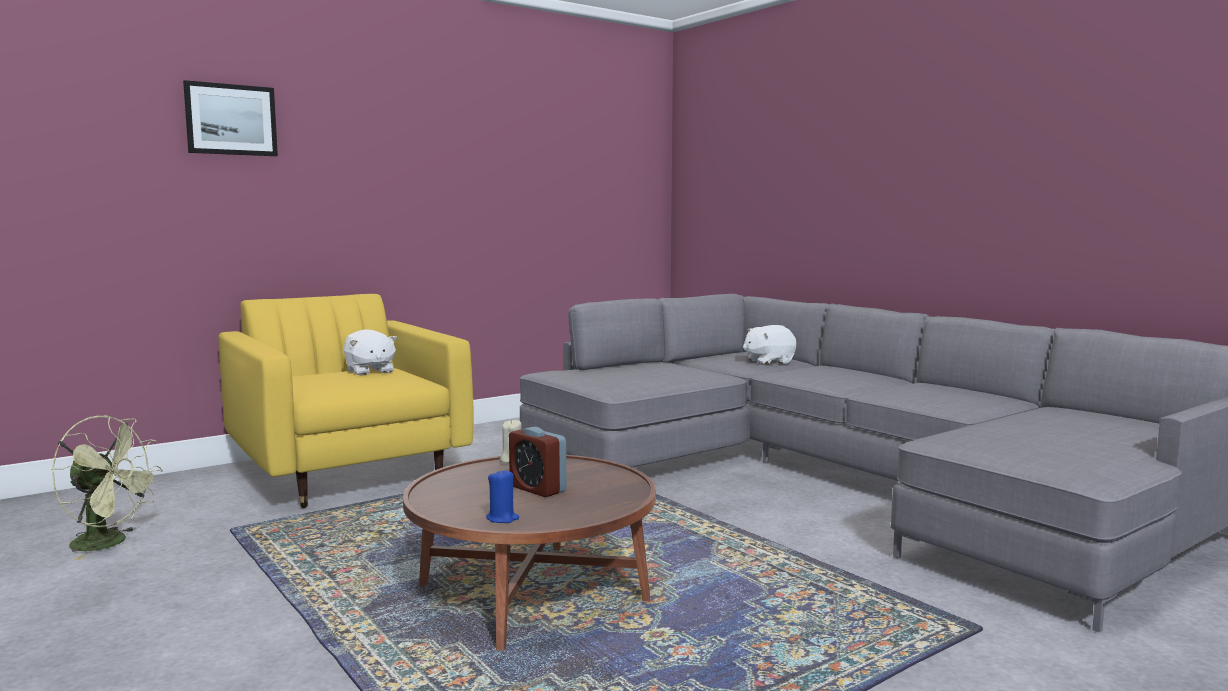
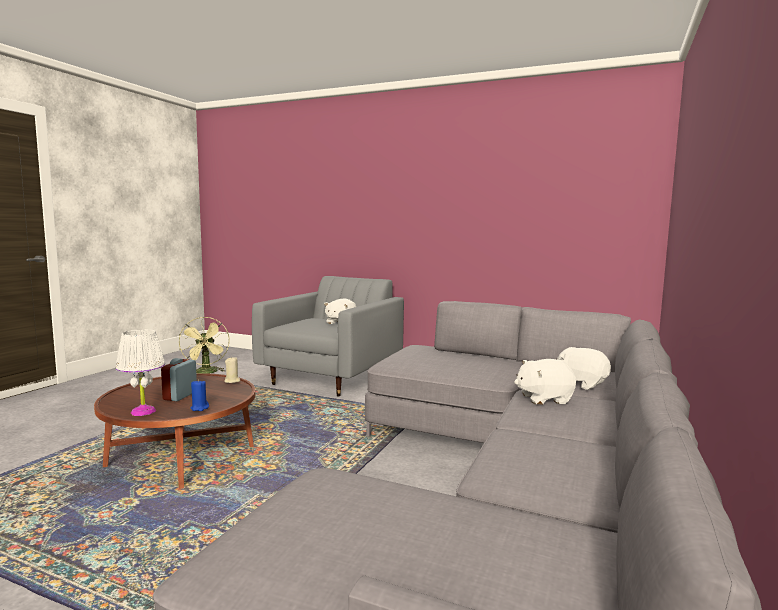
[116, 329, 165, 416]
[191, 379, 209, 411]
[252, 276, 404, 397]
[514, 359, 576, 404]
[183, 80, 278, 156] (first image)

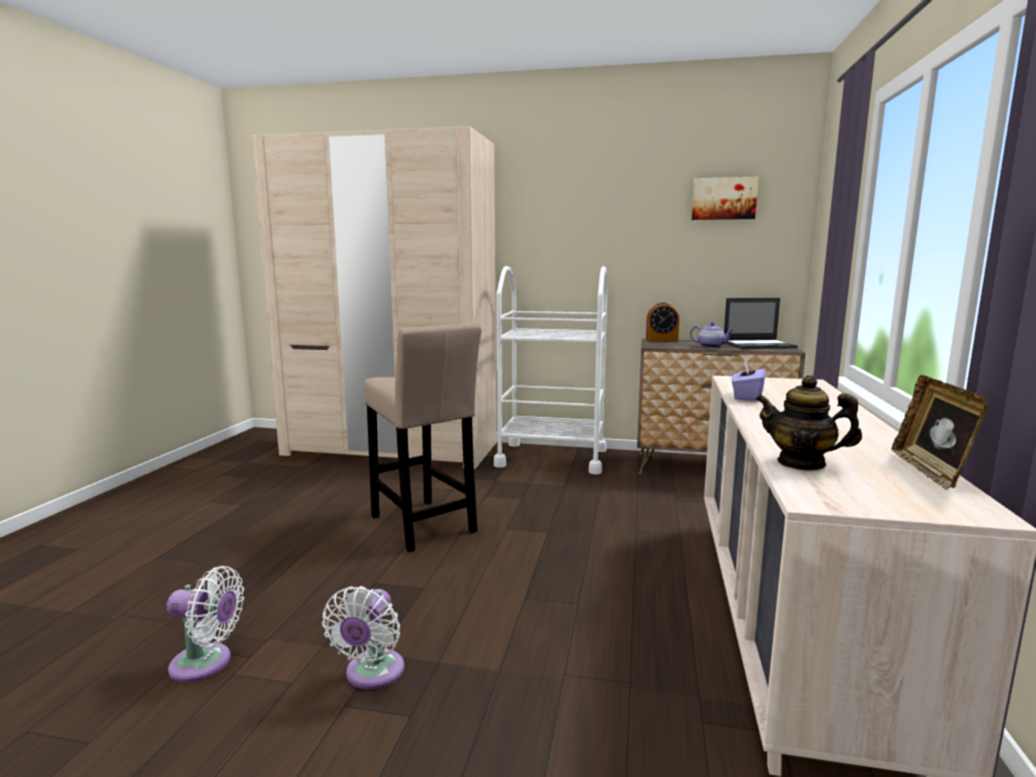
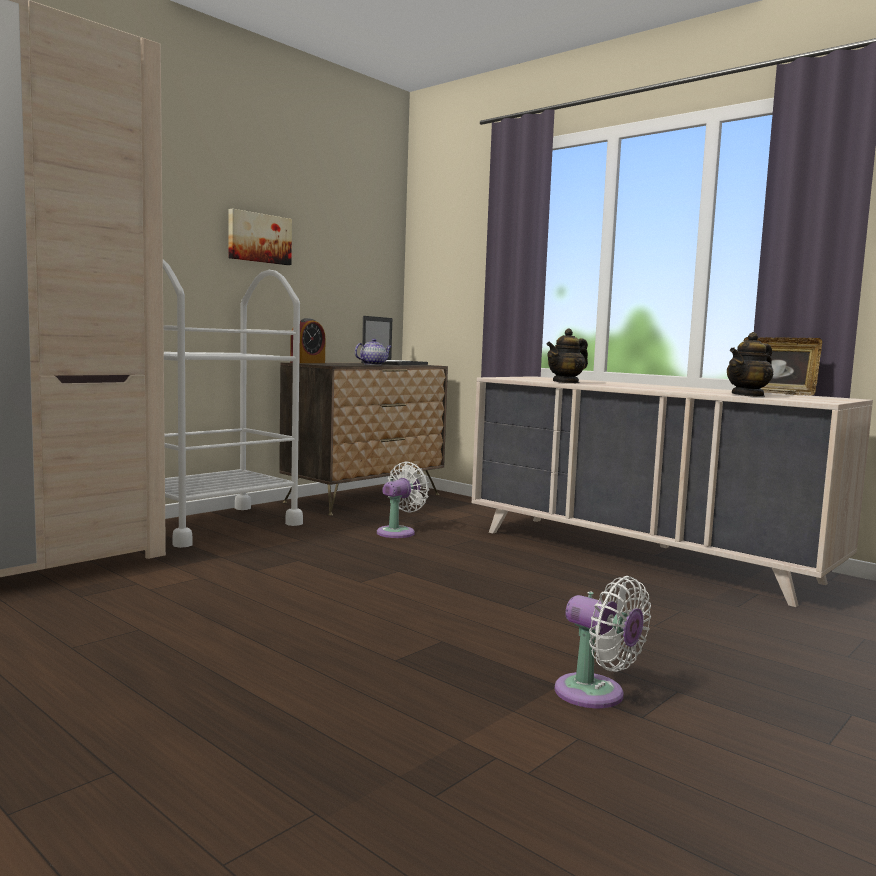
[228, 209, 292, 265]
[377, 462, 429, 538]
[547, 328, 588, 383]
[364, 322, 482, 552] (first image)

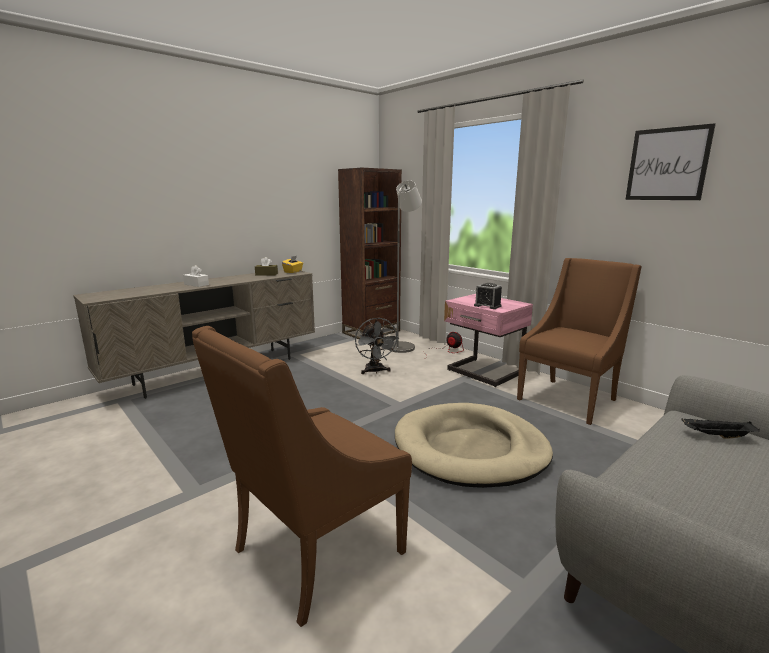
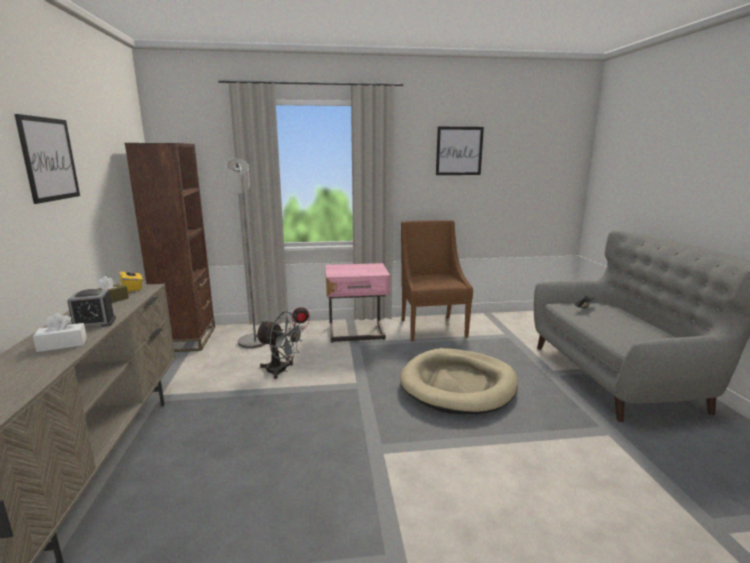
[14, 114, 80, 204]
[67, 289, 116, 327]
[192, 326, 412, 627] (first image)

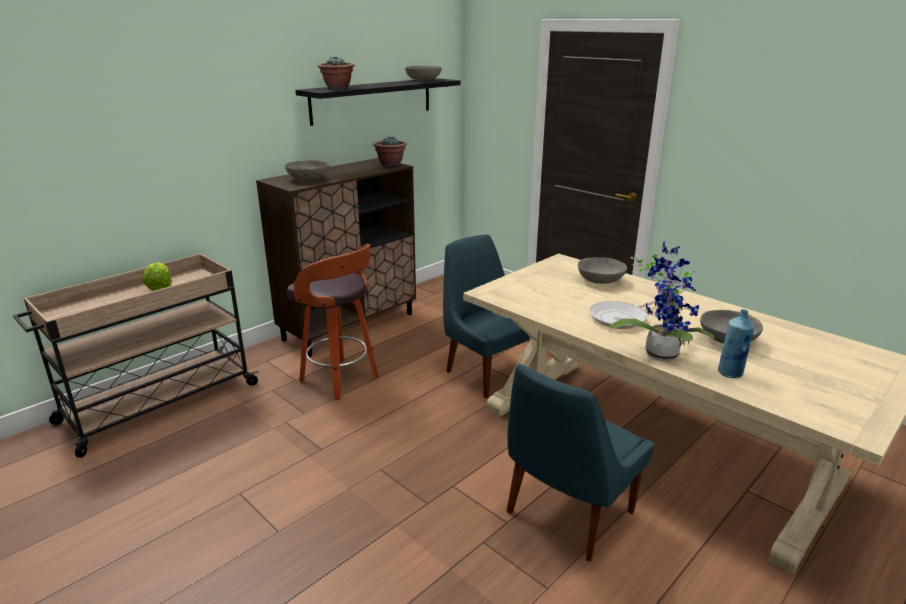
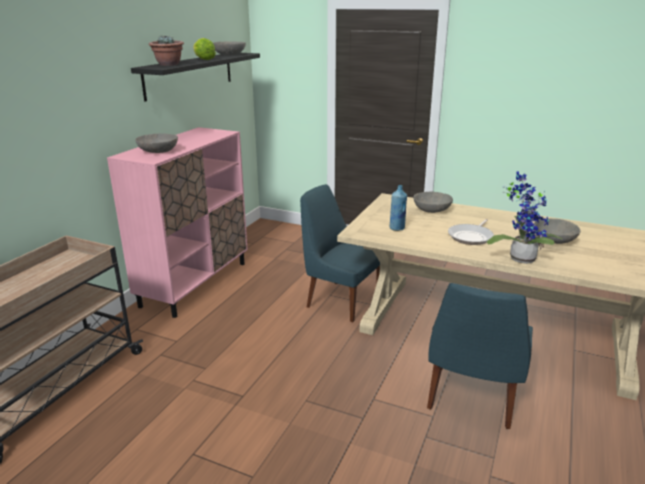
[107, 127, 248, 318]
[193, 38, 216, 60]
[390, 185, 407, 231]
[287, 244, 379, 400] (first image)
[373, 136, 407, 166] (first image)

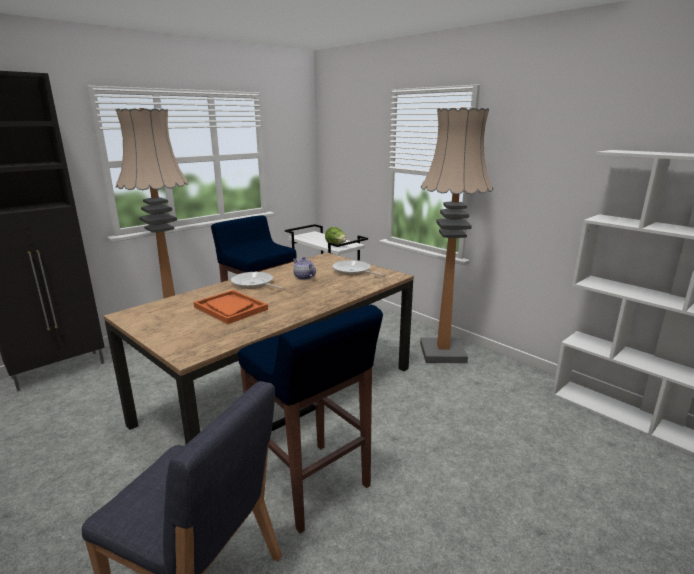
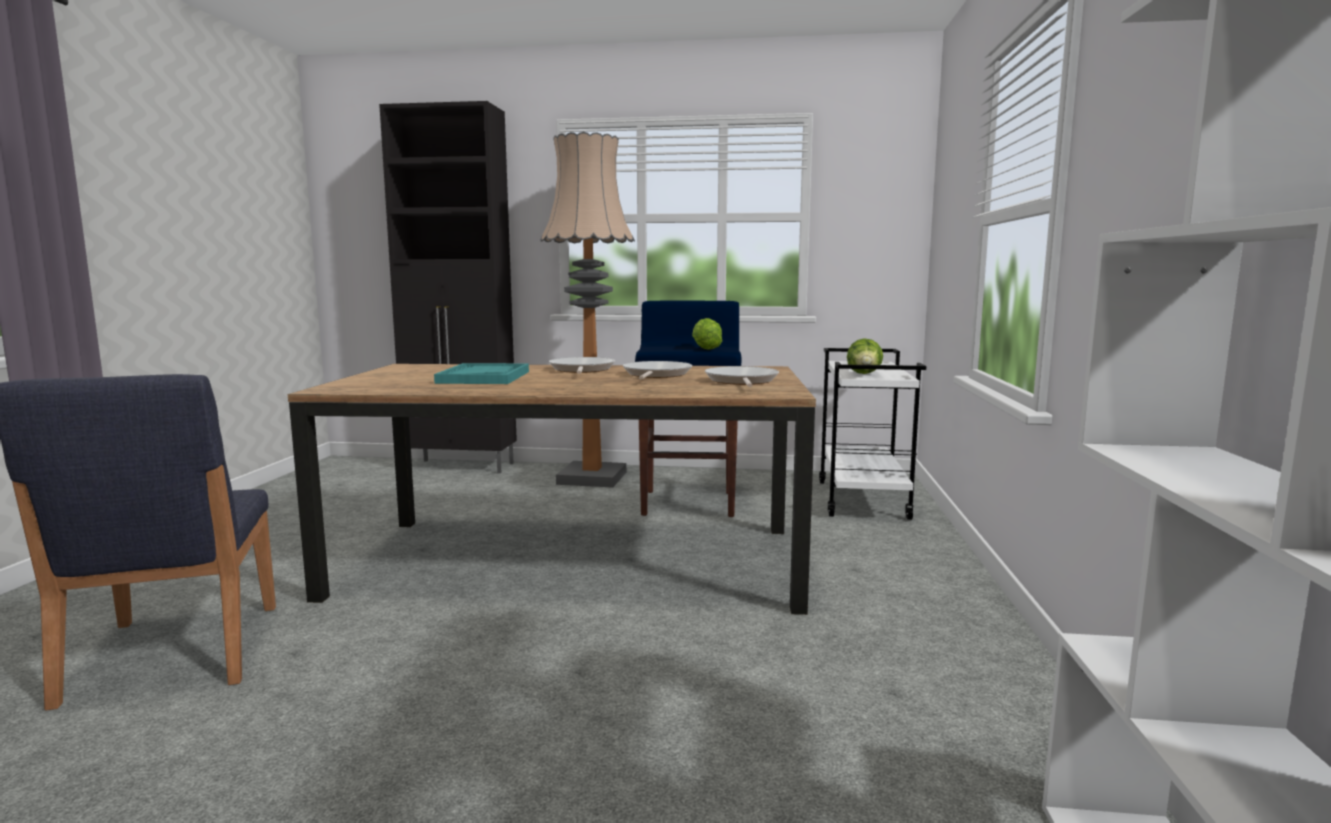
[434, 363, 529, 384]
[623, 361, 692, 379]
[692, 318, 722, 350]
[238, 304, 383, 533] (first image)
[420, 108, 493, 363] (first image)

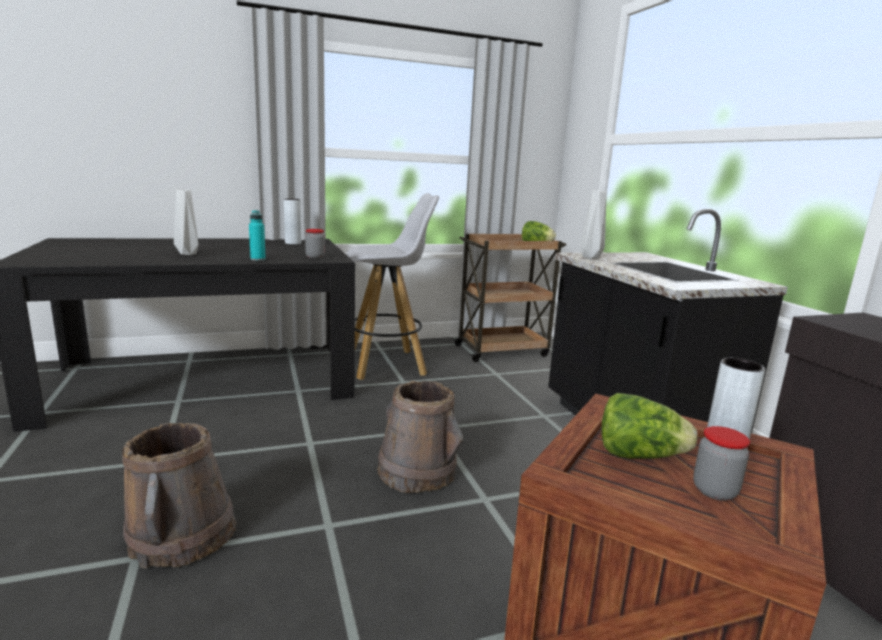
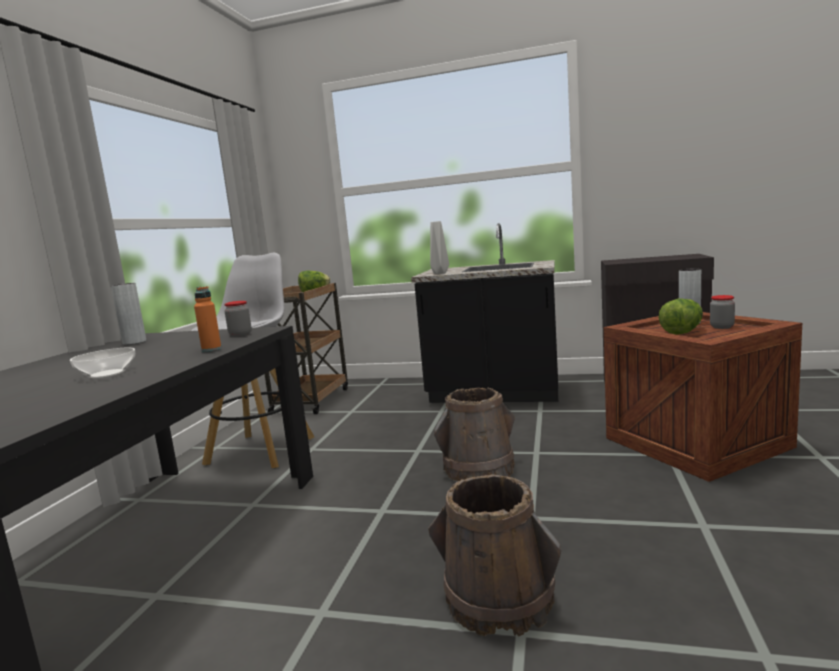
[70, 347, 135, 378]
[194, 286, 221, 352]

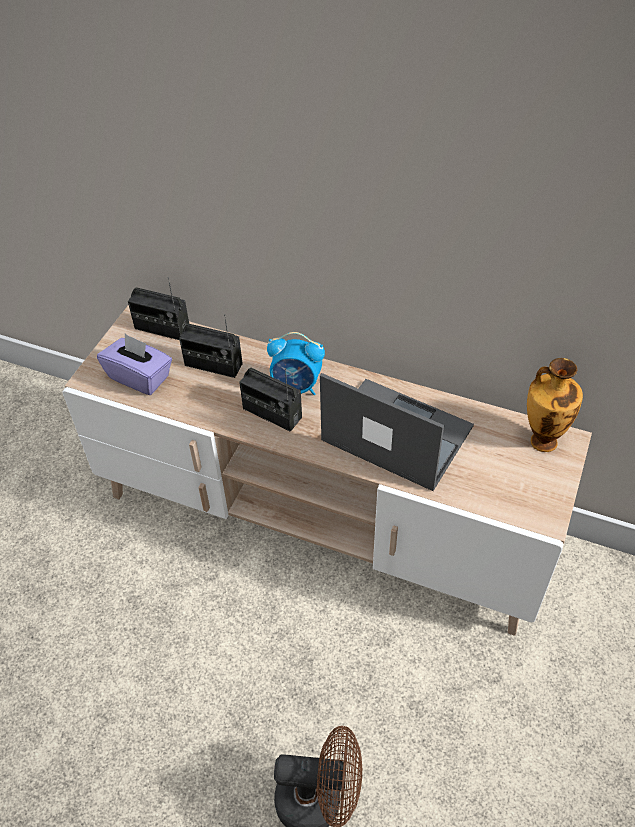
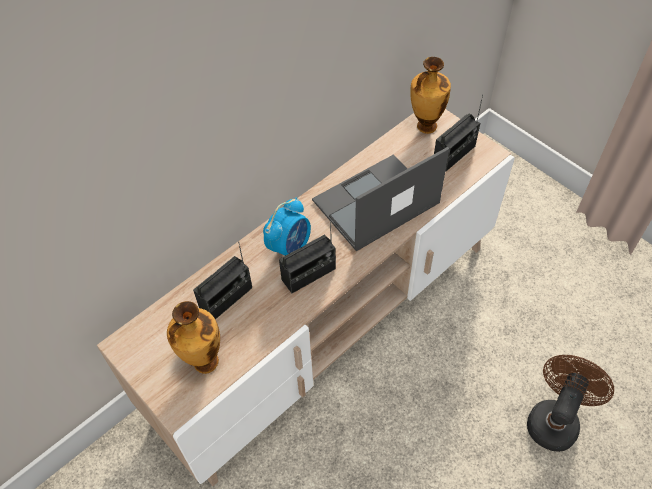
[167, 301, 220, 374]
[434, 95, 483, 171]

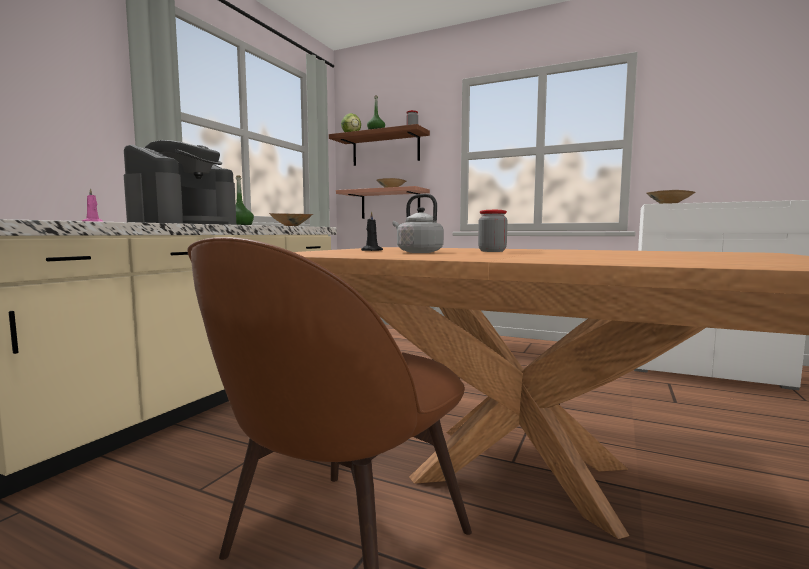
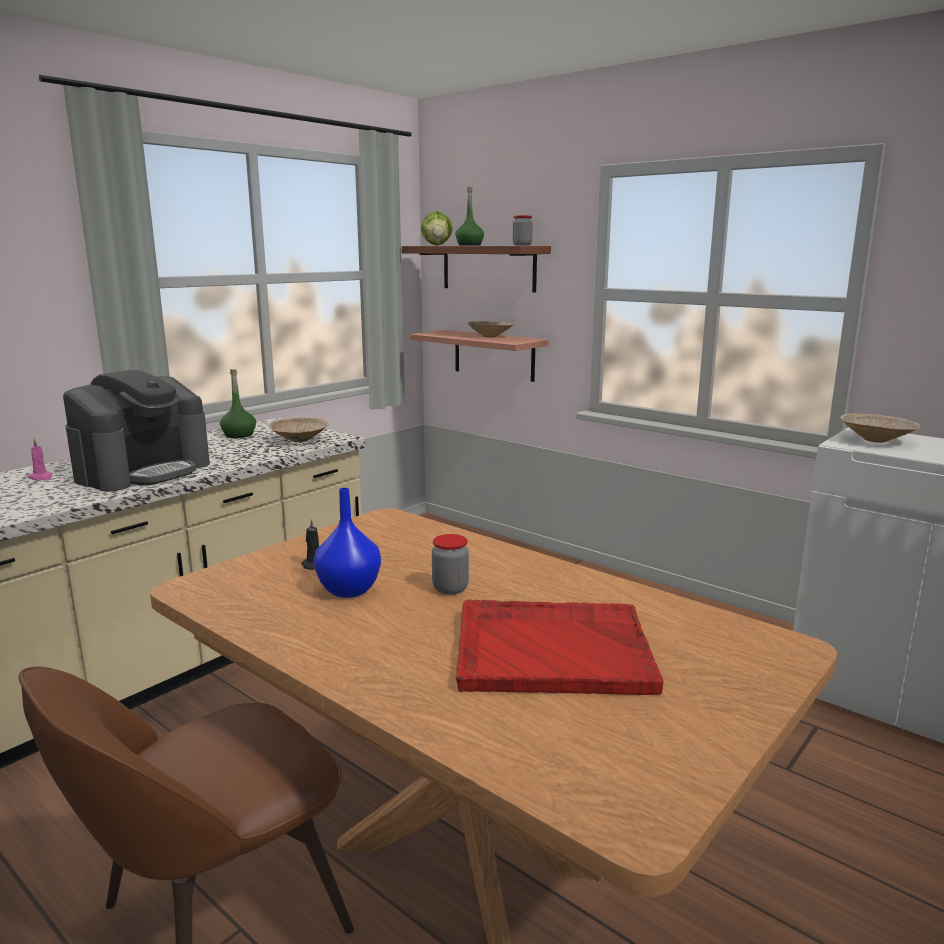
[314, 488, 381, 598]
[456, 599, 663, 695]

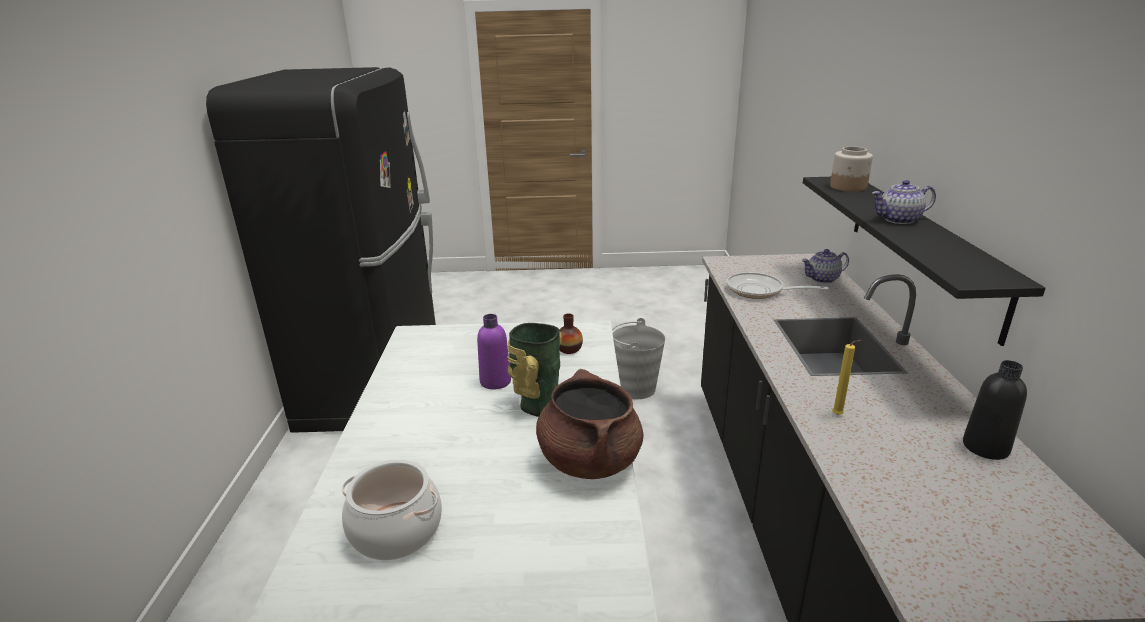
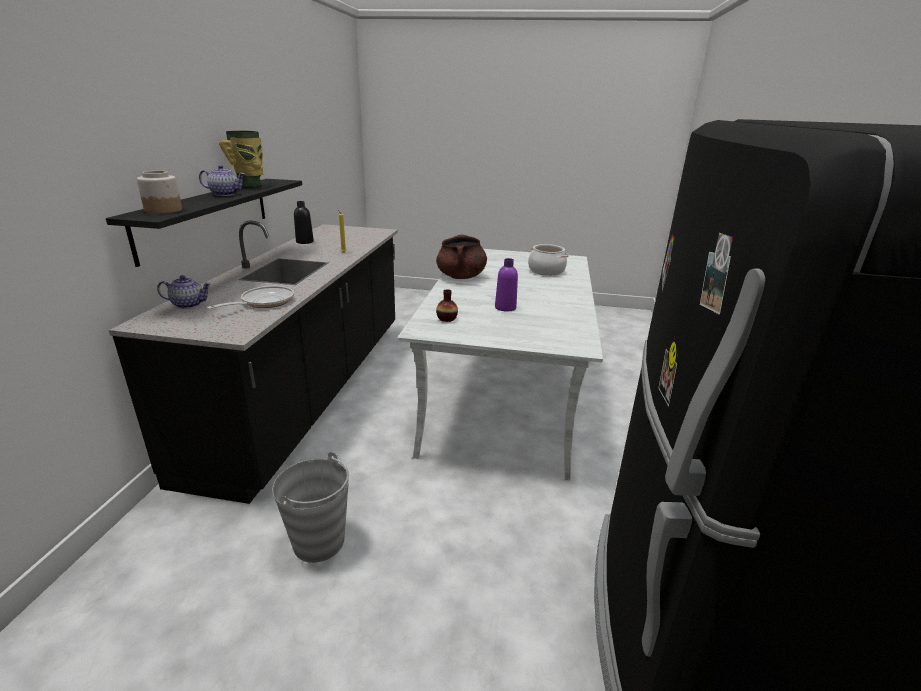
[206, 286, 294, 309]
[219, 131, 263, 189]

